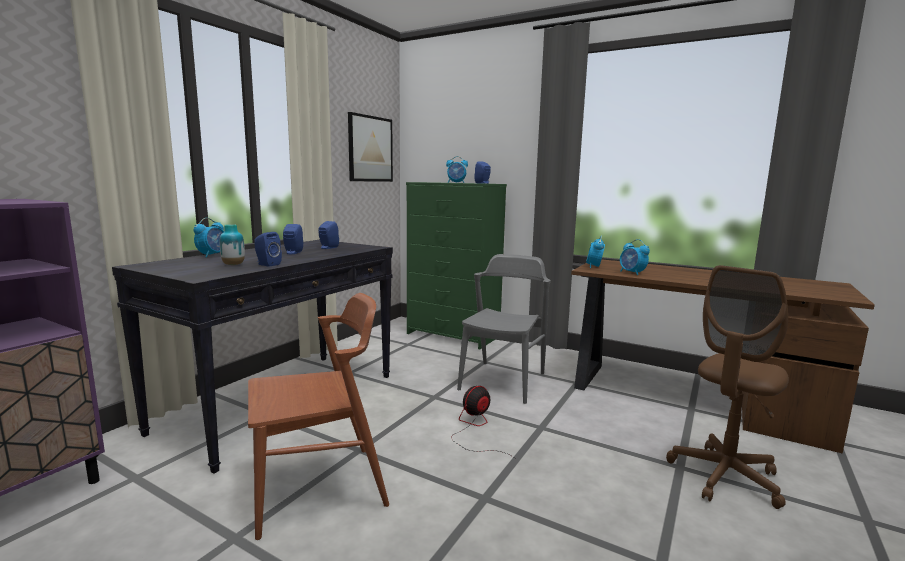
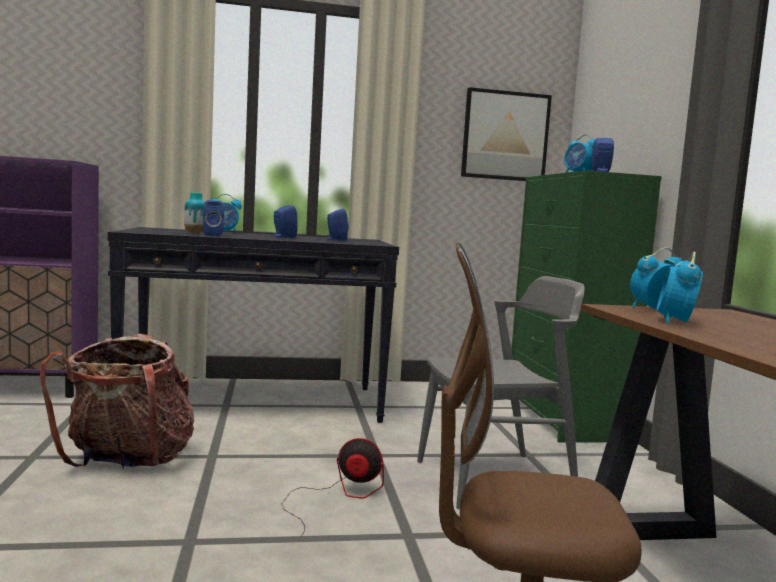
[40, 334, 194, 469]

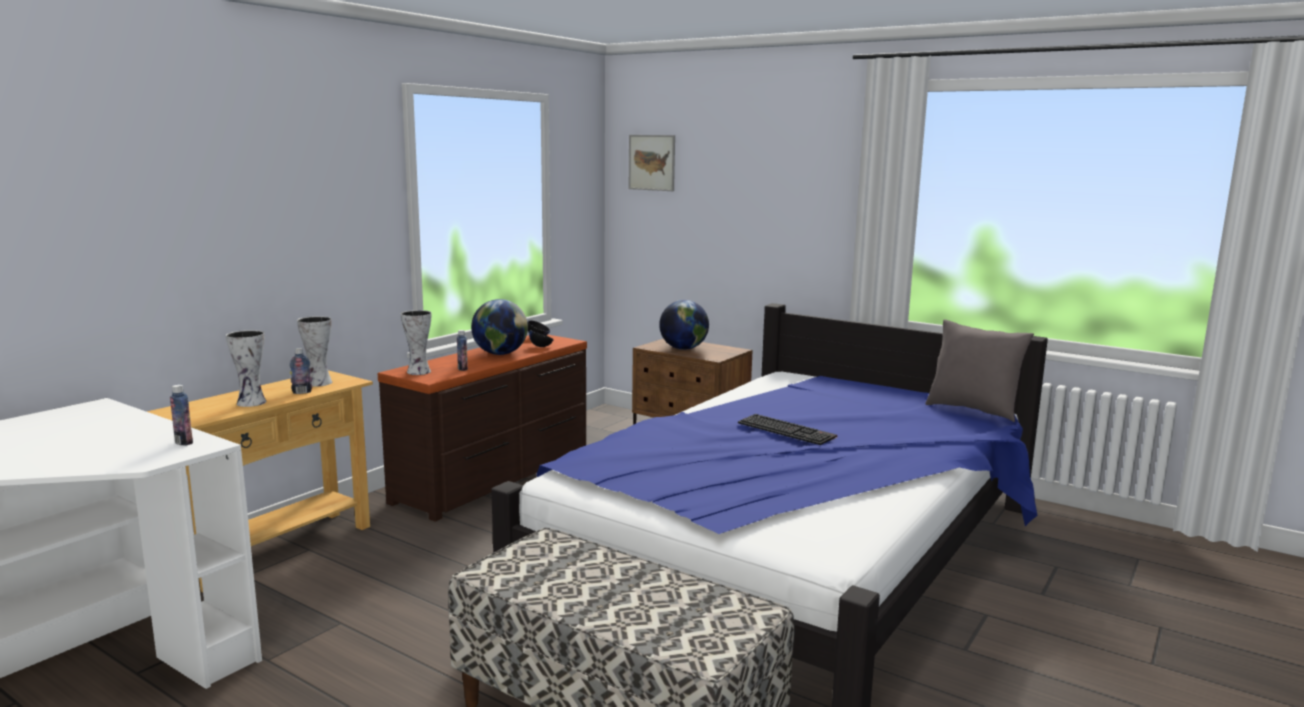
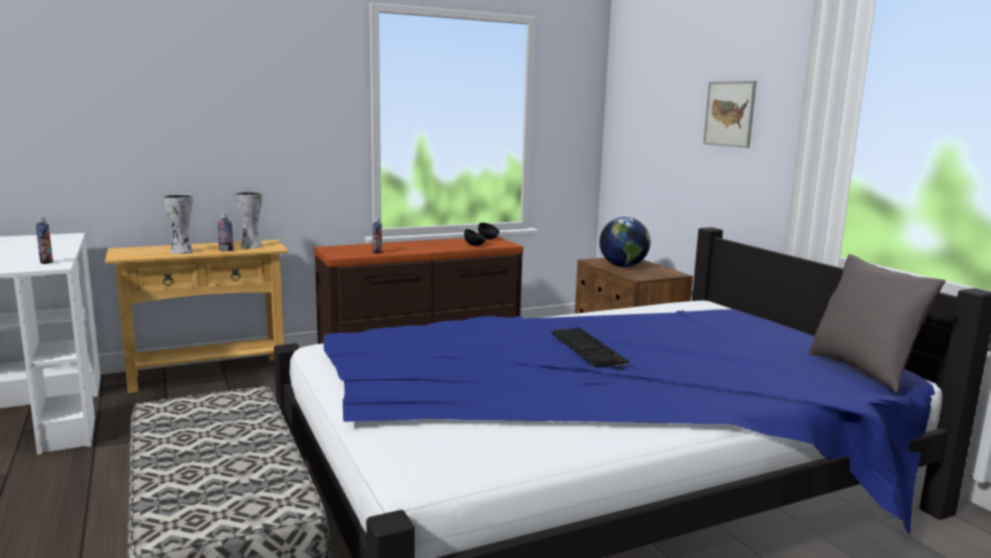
[703, 81, 756, 148]
[401, 310, 432, 375] (first image)
[471, 299, 528, 355] (first image)

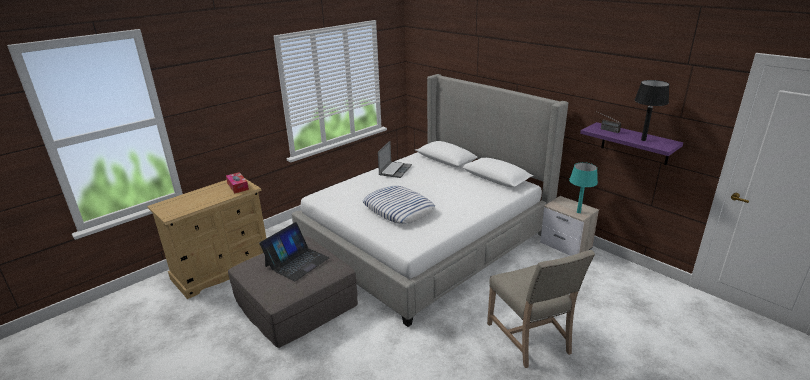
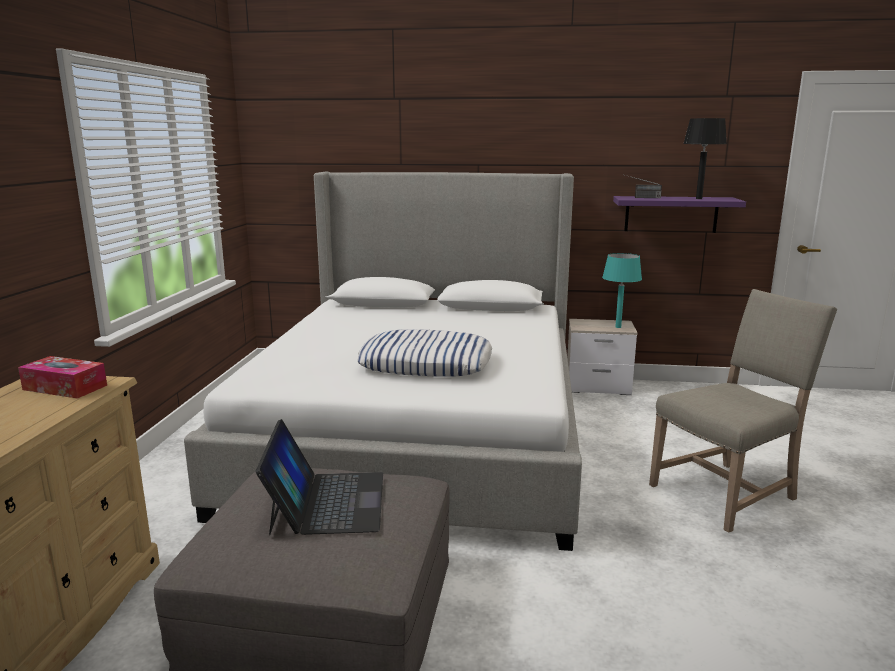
[649, 289, 837, 533]
[378, 141, 412, 178] (first image)

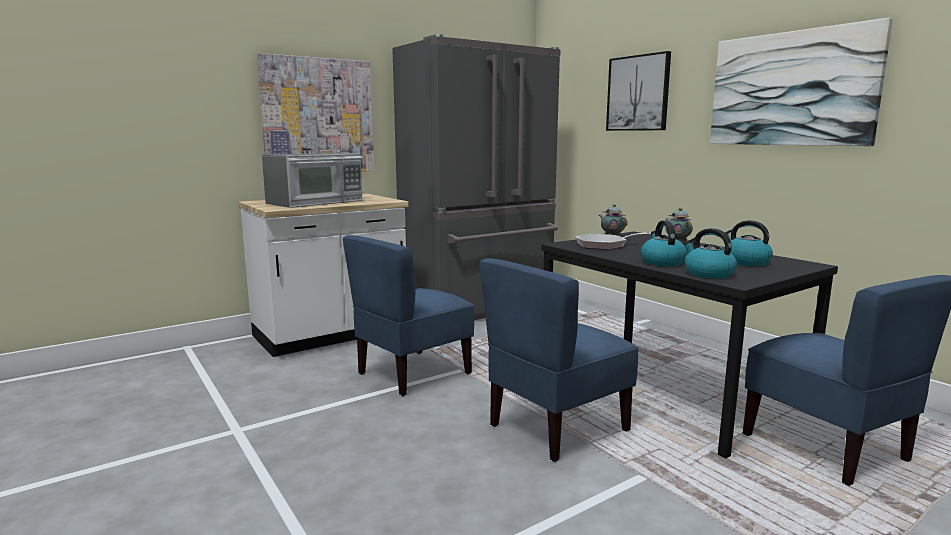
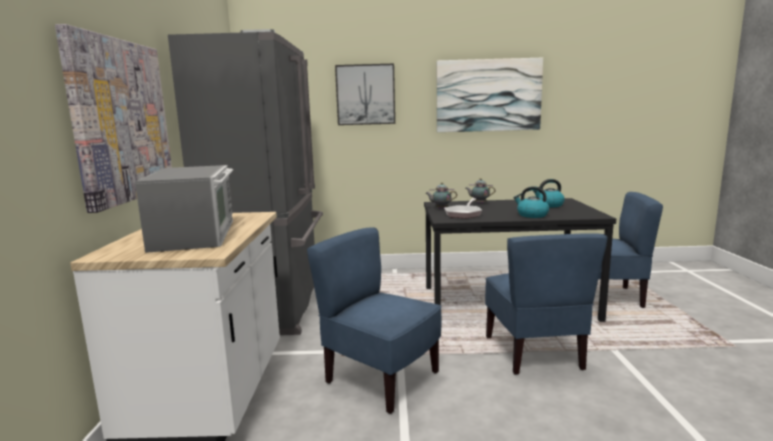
[307, 227, 442, 414]
[683, 228, 737, 279] (first image)

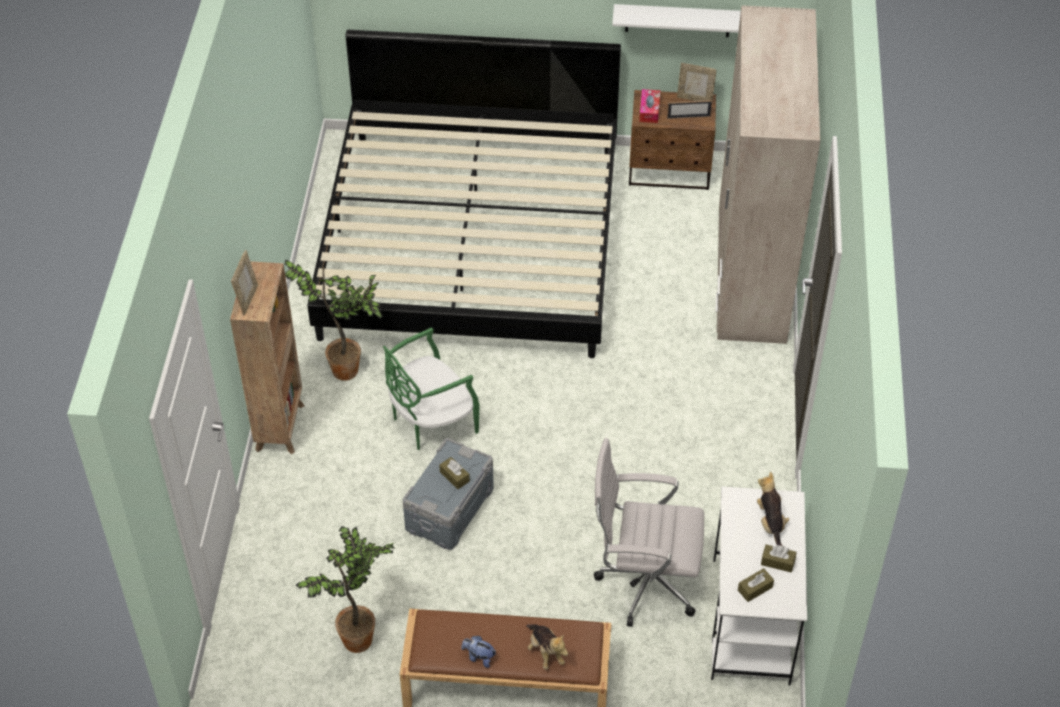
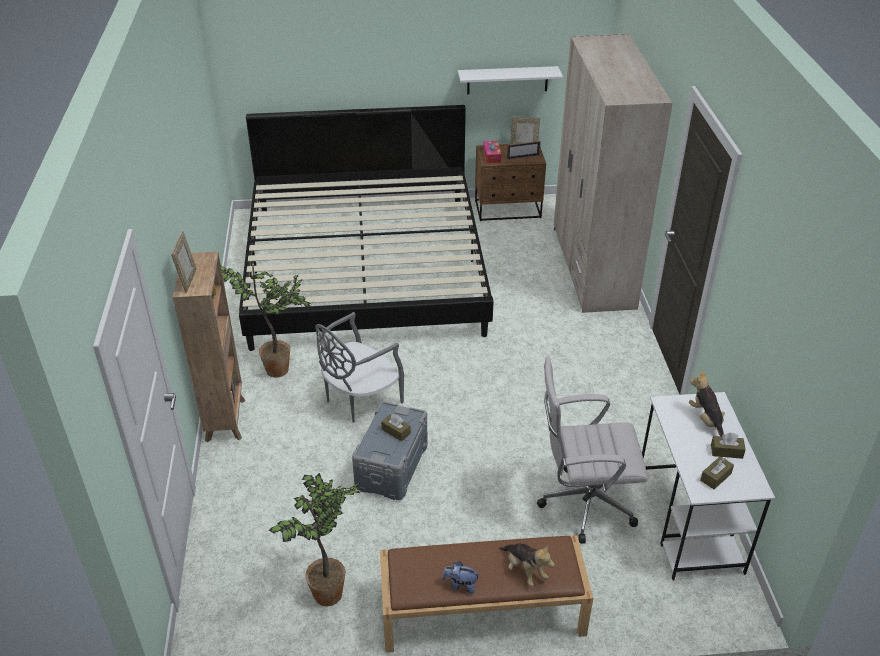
[315, 312, 404, 423]

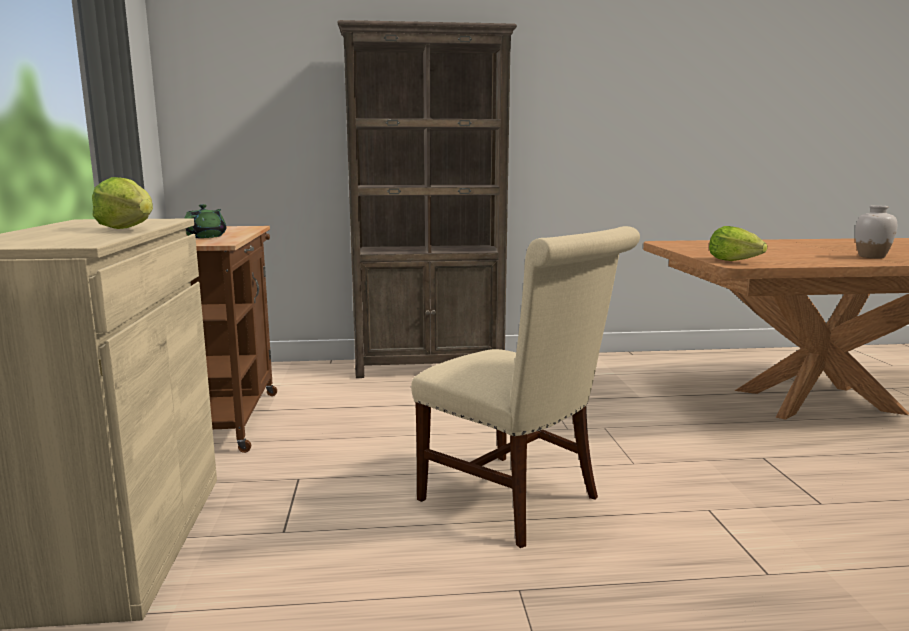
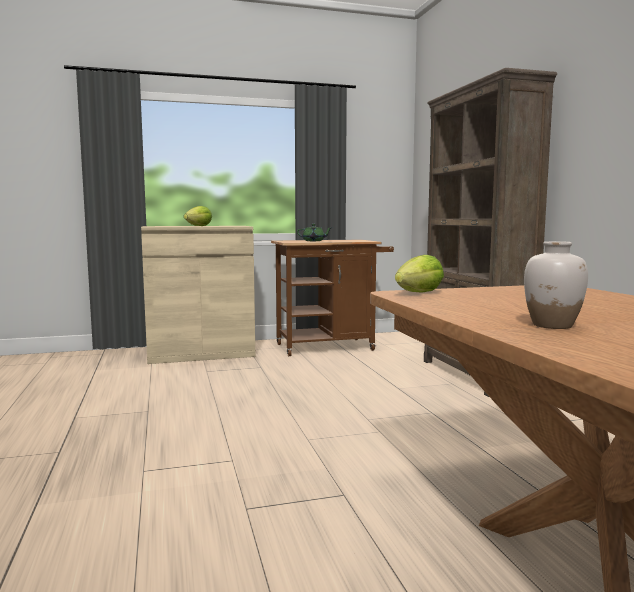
[411, 226, 640, 548] (first image)

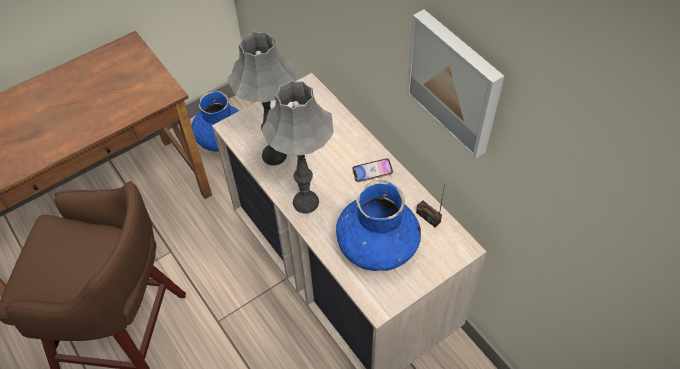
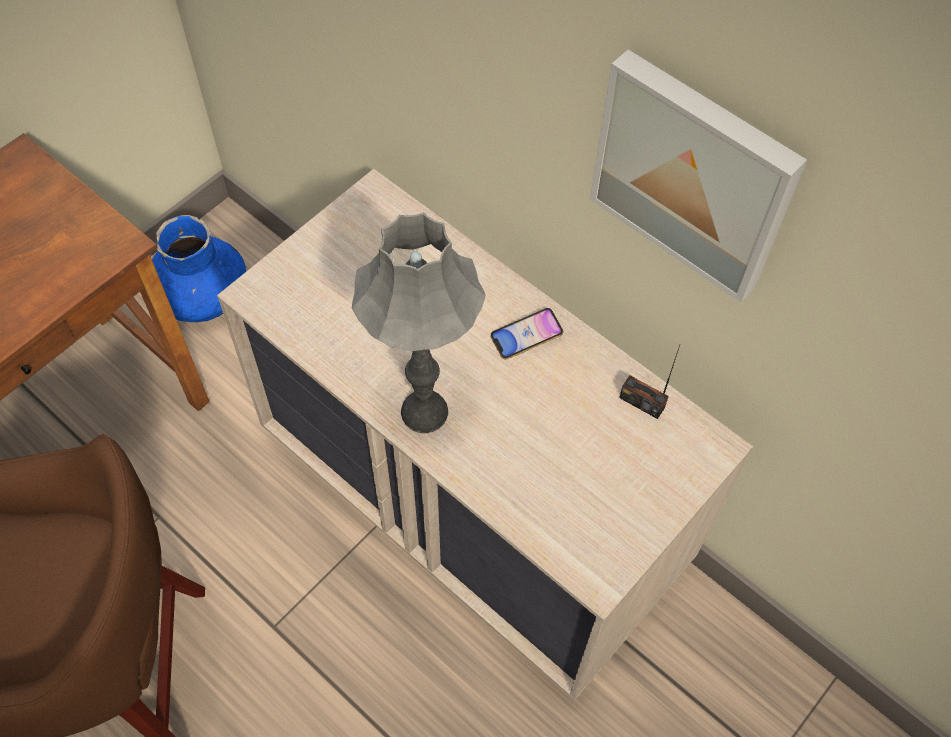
[227, 31, 296, 166] (first image)
[336, 180, 421, 271] (first image)

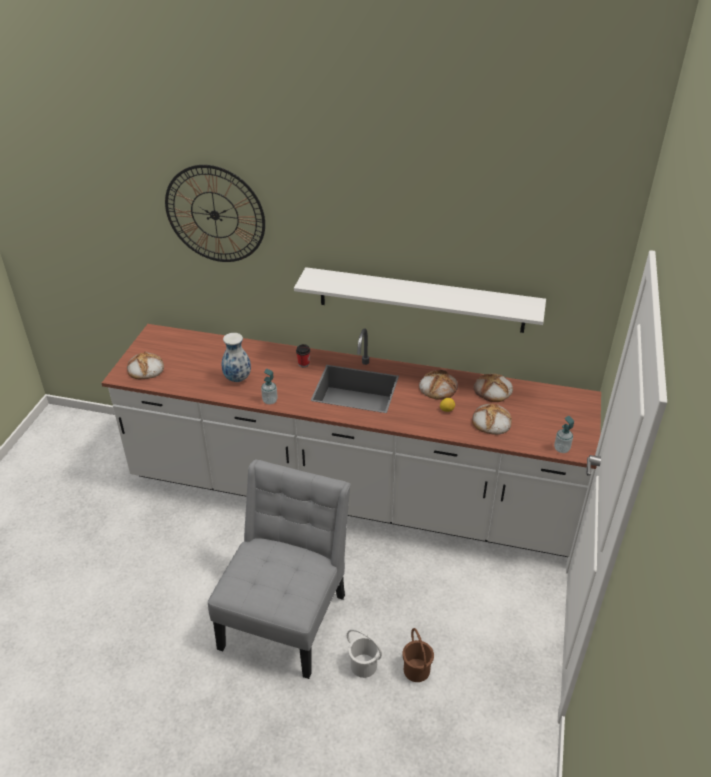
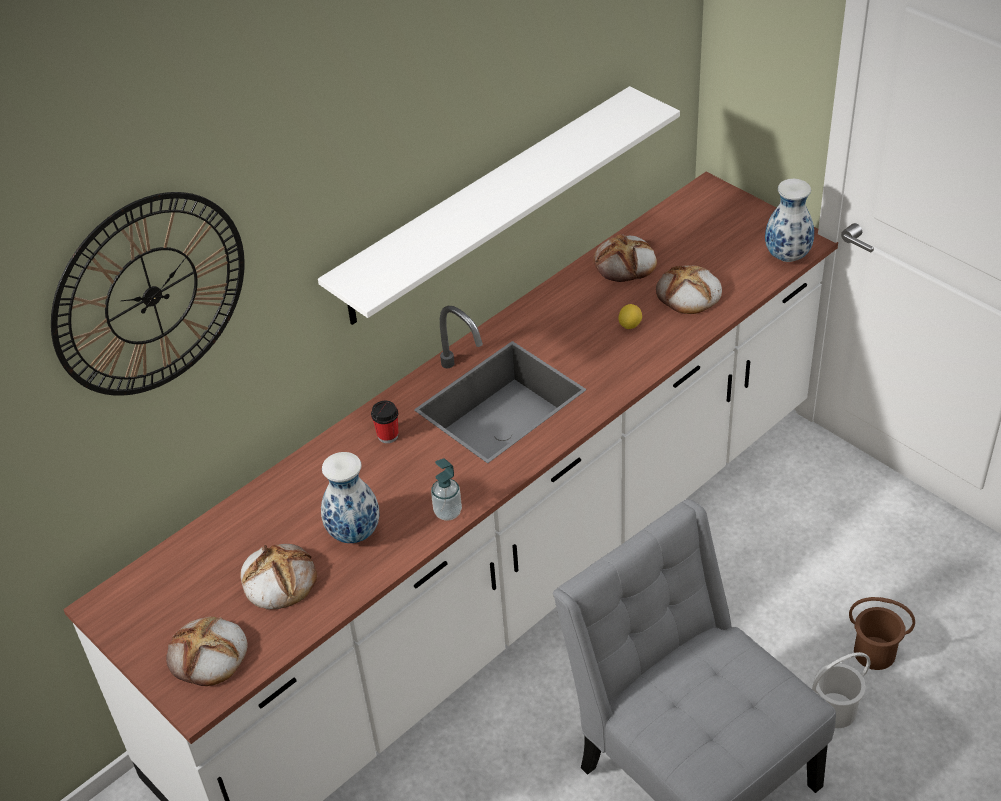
[240, 544, 317, 610]
[765, 179, 814, 262]

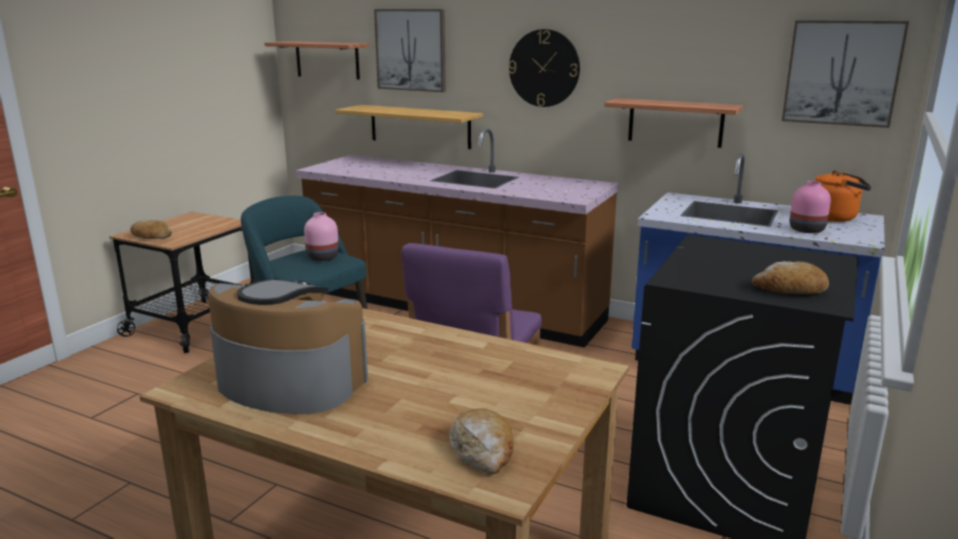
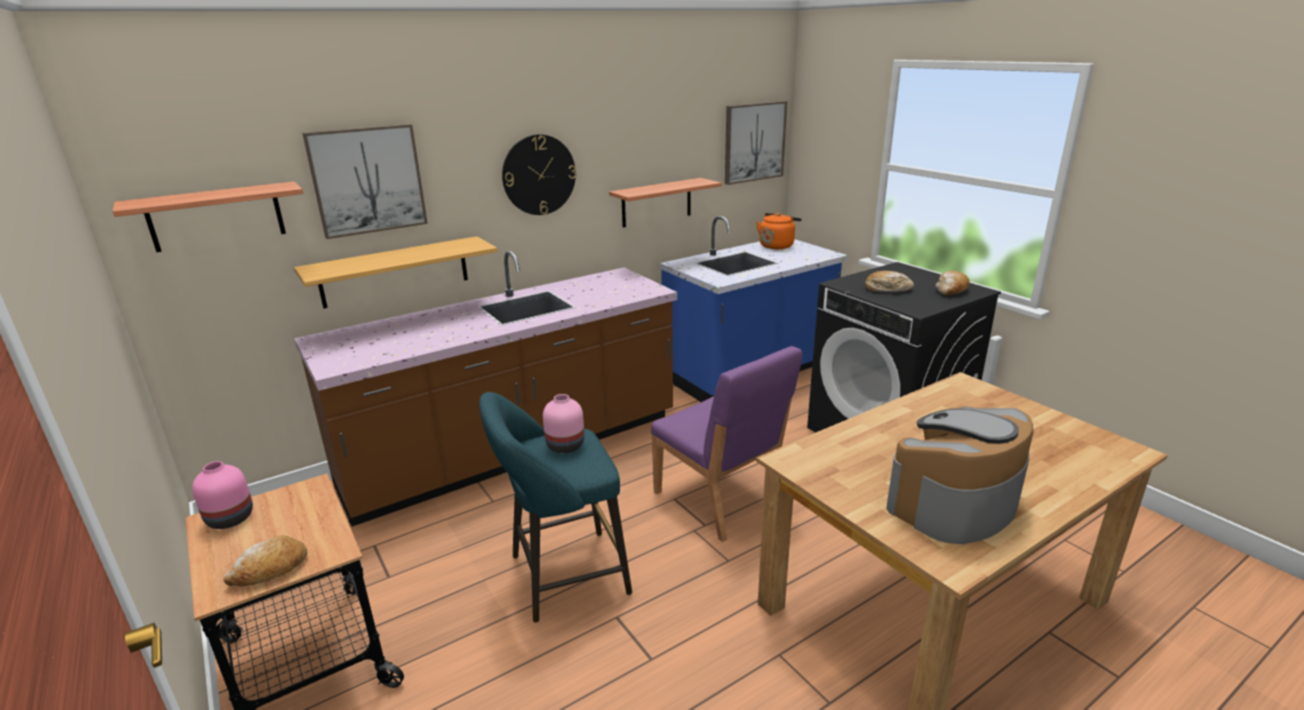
[192, 461, 253, 529]
[865, 271, 914, 292]

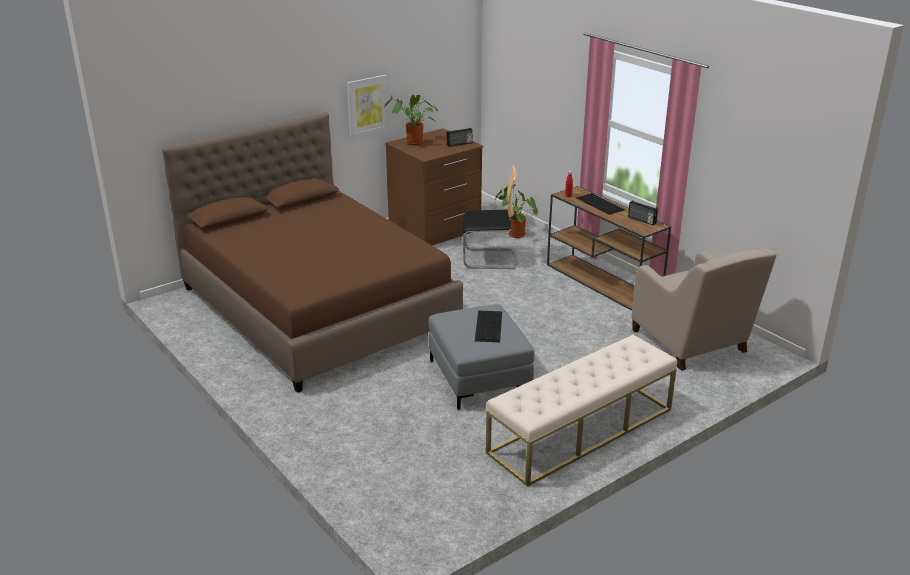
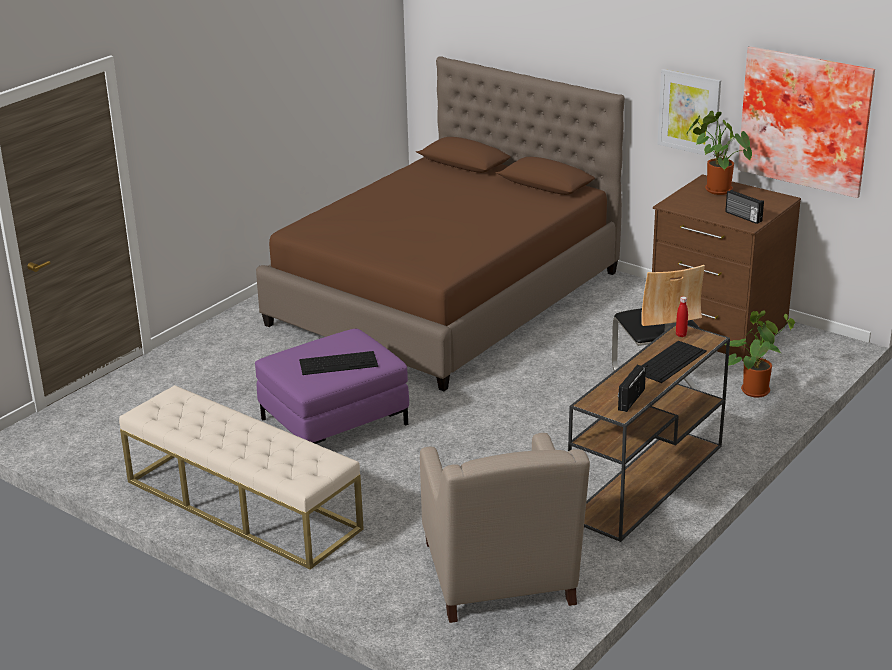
[255, 329, 409, 444]
[420, 433, 590, 623]
[738, 46, 875, 198]

